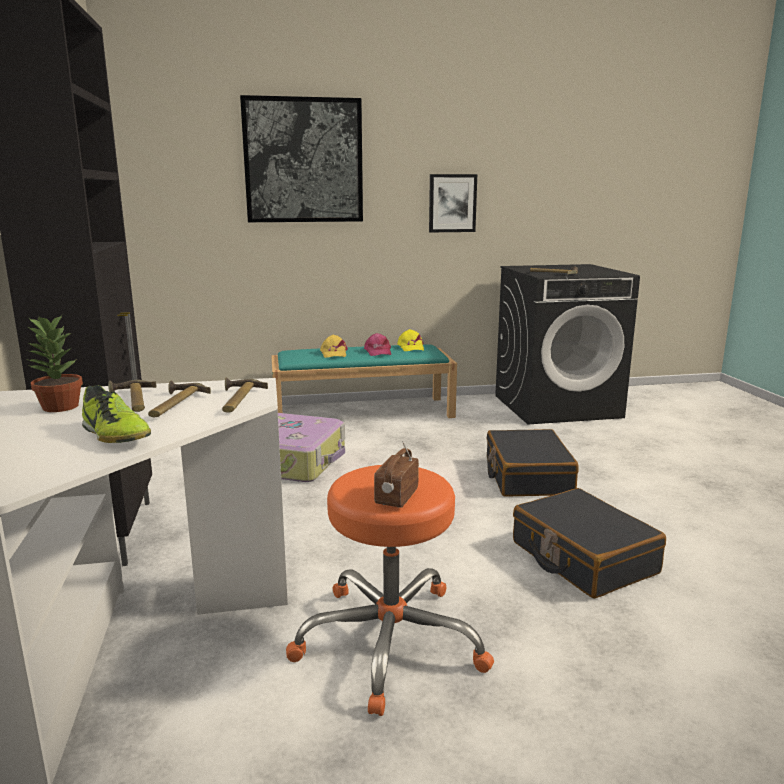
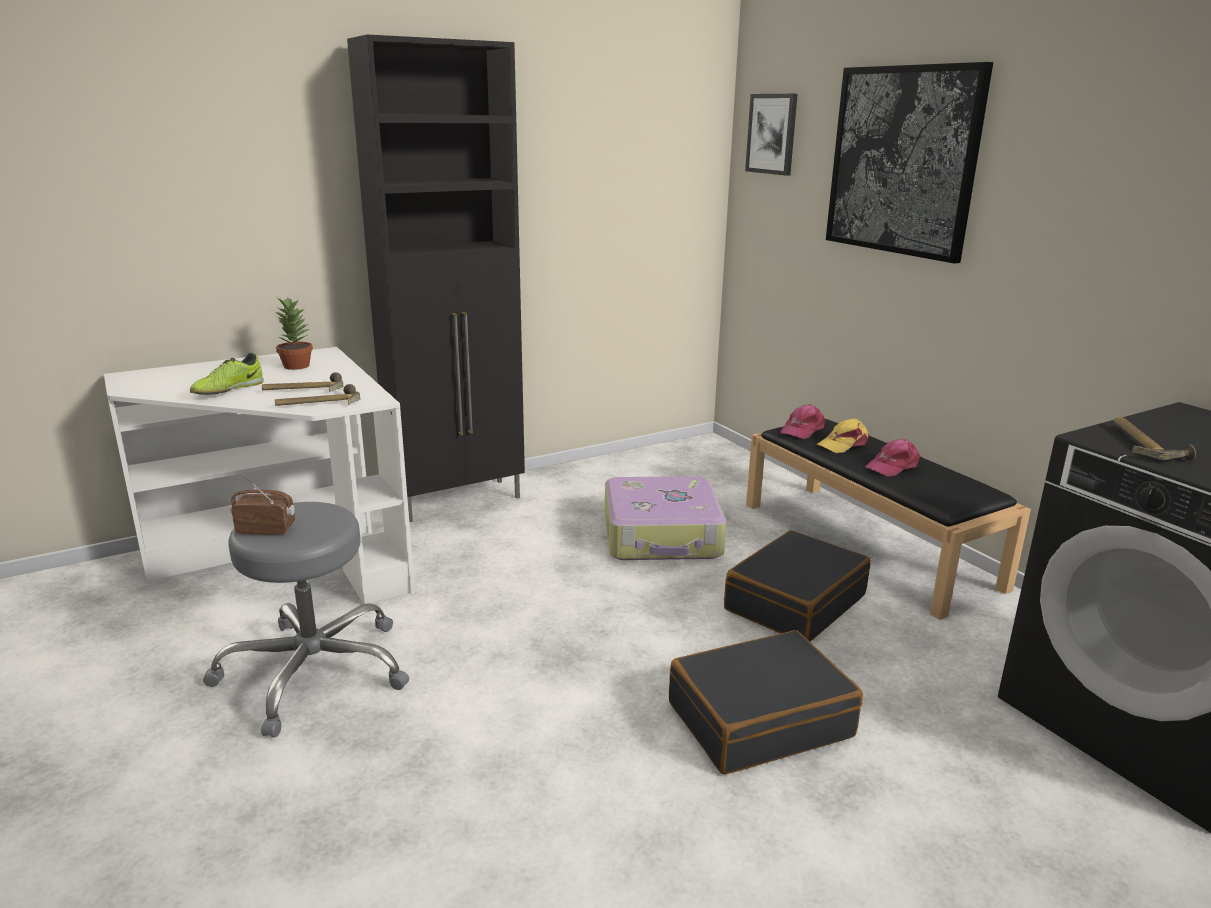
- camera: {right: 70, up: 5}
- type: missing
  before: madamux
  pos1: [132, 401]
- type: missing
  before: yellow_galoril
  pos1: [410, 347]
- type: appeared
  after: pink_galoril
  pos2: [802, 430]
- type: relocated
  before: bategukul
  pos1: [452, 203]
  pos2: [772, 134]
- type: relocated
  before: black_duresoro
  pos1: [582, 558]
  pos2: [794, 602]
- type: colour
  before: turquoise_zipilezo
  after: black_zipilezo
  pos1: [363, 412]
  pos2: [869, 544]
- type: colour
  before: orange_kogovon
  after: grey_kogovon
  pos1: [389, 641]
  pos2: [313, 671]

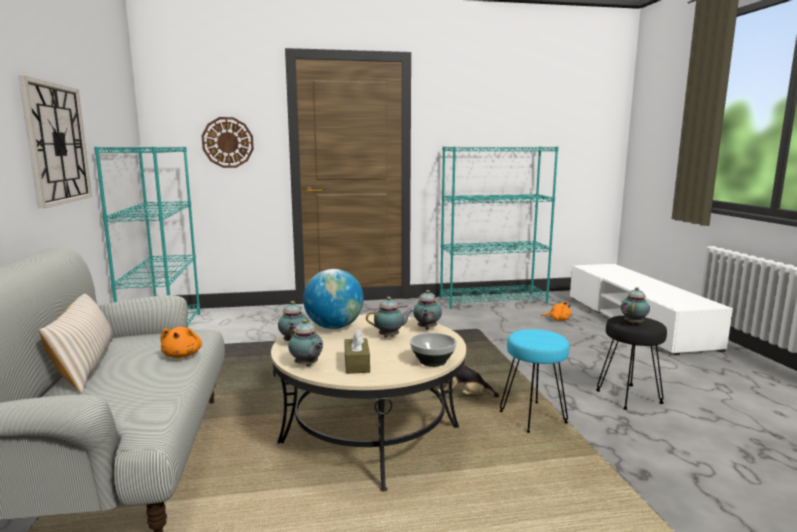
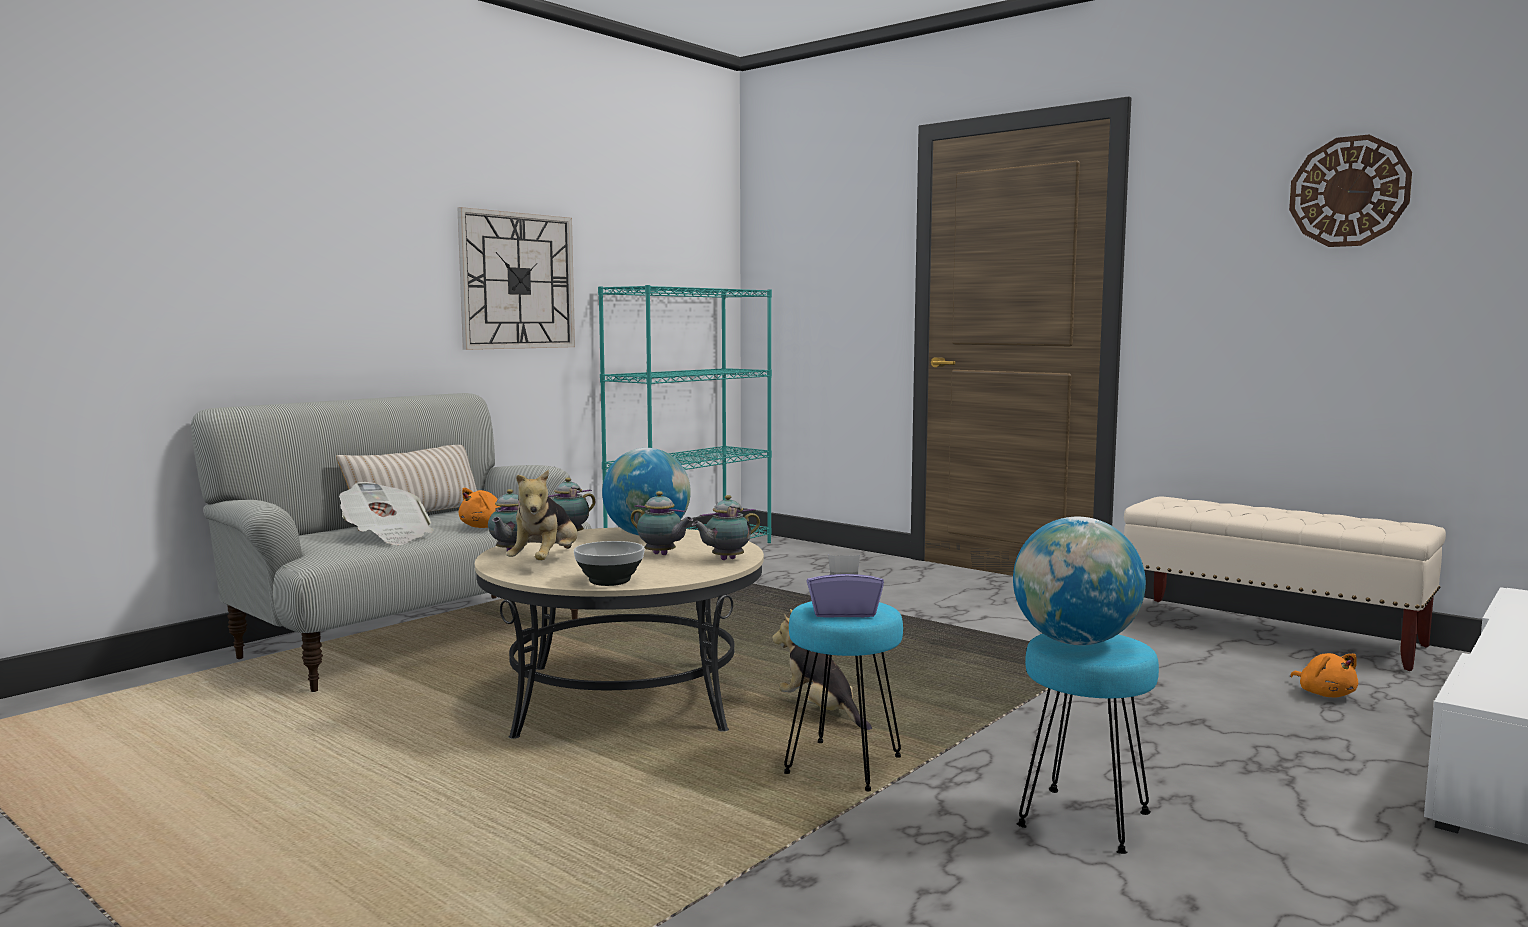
- camera: {right: 50, up: -5}
- type: appeared
  after: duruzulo
  pos2: [387, 537]
- type: appeared
  after: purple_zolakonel
  pos2: [843, 612]
- type: relocated
  before: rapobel
  pos1: [228, 142]
  pos2: [1349, 191]
- type: exchanged
  before: brown_zolakonel
  after: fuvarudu
  pos1: [357, 364]
  pos2: [546, 562]
- type: exchanged
  before: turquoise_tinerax
  after: beige_zipilezo
  pos1: [493, 300]
  pos2: [1270, 632]
- type: exchanged
  before: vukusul
  after: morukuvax
  pos1: [633, 323]
  pos2: [1075, 642]
- type: colour
  before: black_kogovon
  after: turquoise_kogovon
  pos1: [629, 397]
  pos2: [1083, 820]

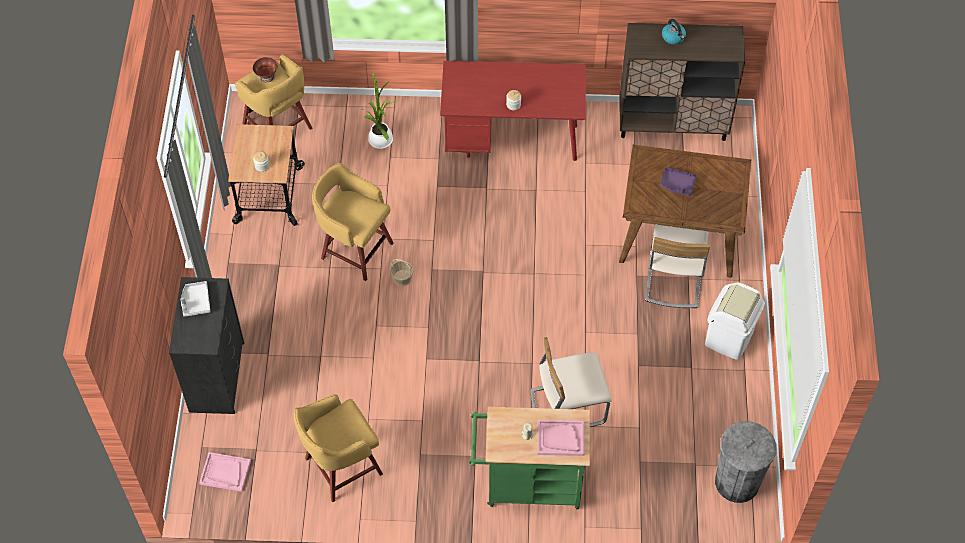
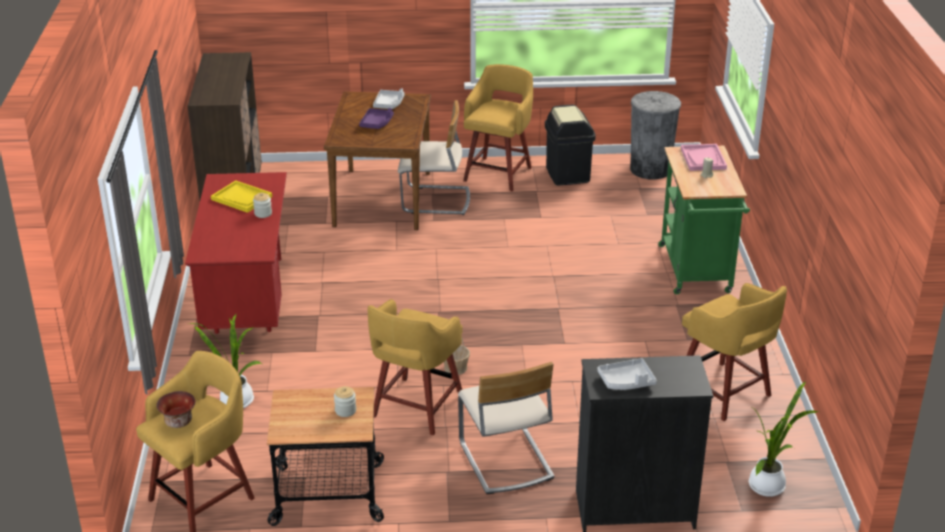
- camera: {right: -95, up: -25}
- type: missing
  before: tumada
  pos1: [673, 37]
- type: appeared
  after: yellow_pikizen
  pos2: [242, 198]
- type: appeared
  after: grey_pikizen
  pos2: [389, 104]
- type: appeared
  after: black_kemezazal
  pos2: [567, 174]
- type: relocated
  before: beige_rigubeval
  pos1: [567, 406]
  pos2: [505, 461]
- type: exchanged
  before: pink_pikizen
  after: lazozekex
  pos1: [225, 472]
  pos2: [769, 485]
- type: exchanged
  before: white_kemezazal
  after: yellow_kogovon
  pos1: [729, 338]
  pos2: [499, 173]

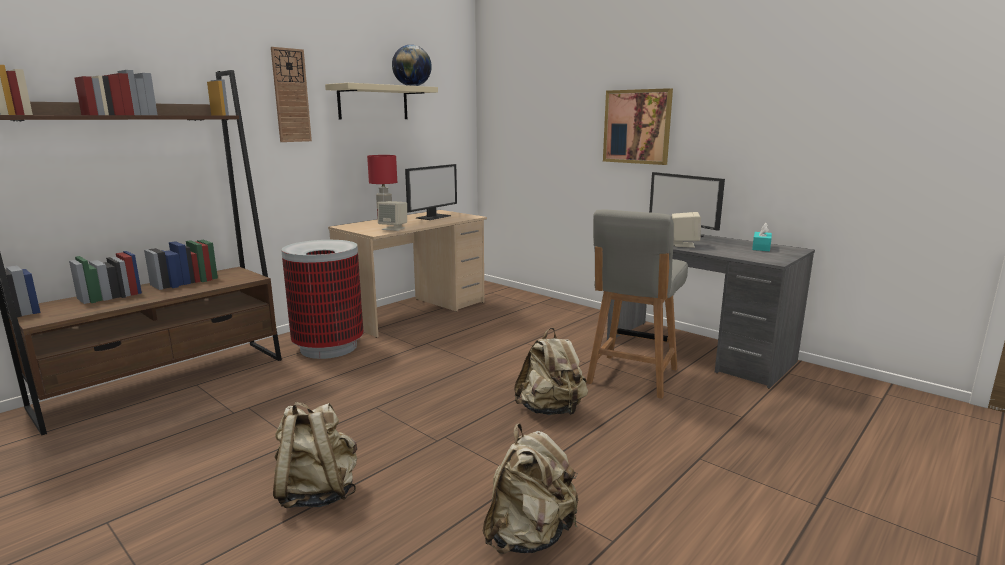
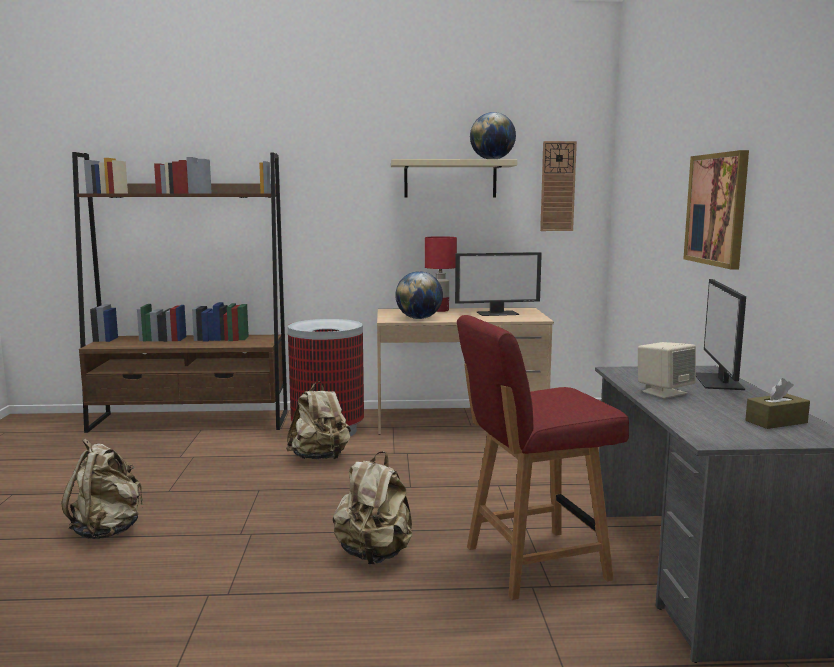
- camera: {right: 45, up: -5}
- type: relocated
  before: rapobel
  pos1: [291, 96]
  pos2: [557, 186]
- type: relocated
  before: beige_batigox
  pos1: [529, 536]
  pos2: [320, 458]
- type: exchanged
  before: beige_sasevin
  after: morukuvax
  pos1: [393, 228]
  pos2: [419, 318]
- type: colour
  before: grey_rigubeval
  after: red_rigubeval
  pos1: [631, 377]
  pos2: [533, 563]
- type: colour
  before: turquoise_zolakonel
  after: brown_zolakonel
  pos1: [761, 247]
  pos2: [776, 422]

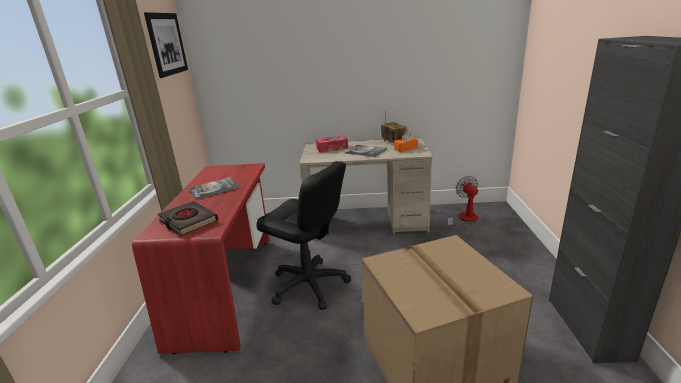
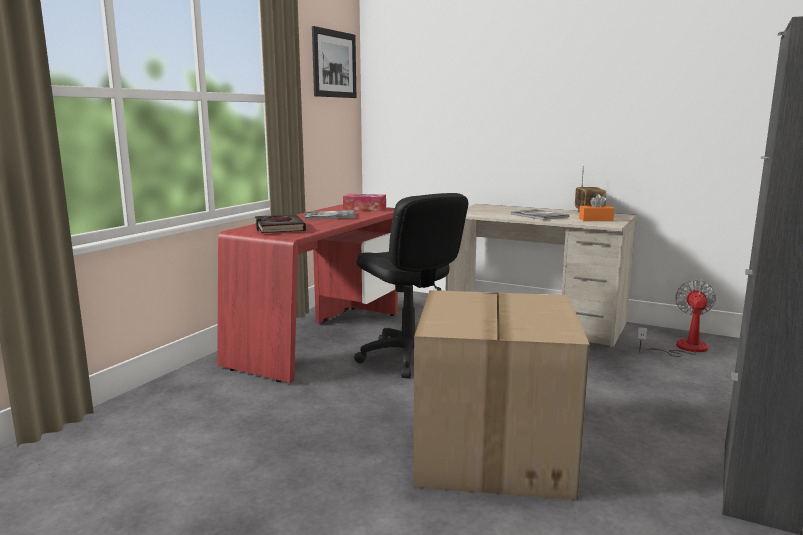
- camera: {right: 25, up: -10}
- type: relocated
  before: zolakonel
  pos1: [332, 148]
  pos2: [364, 208]

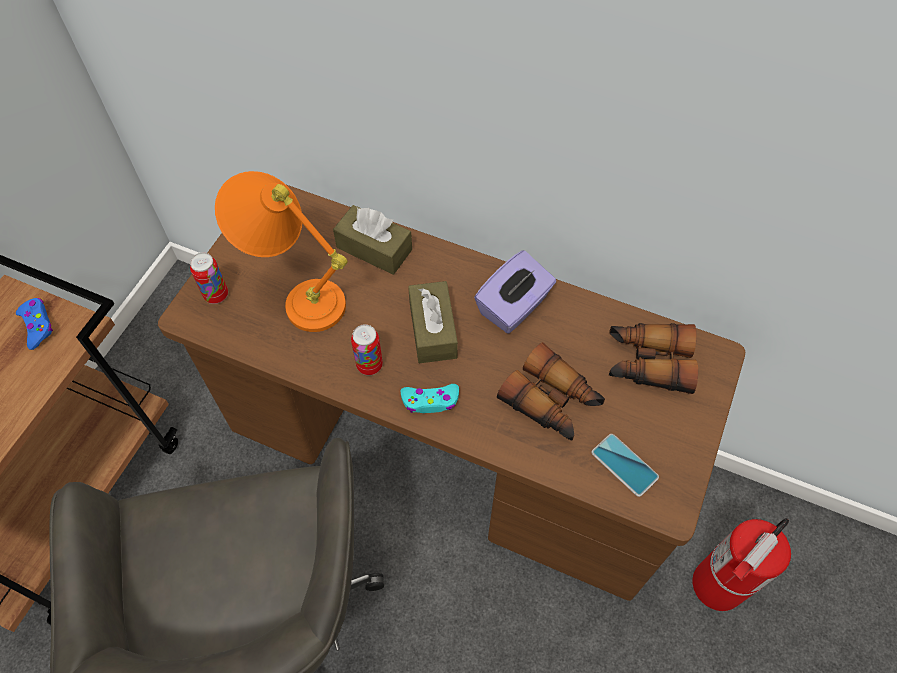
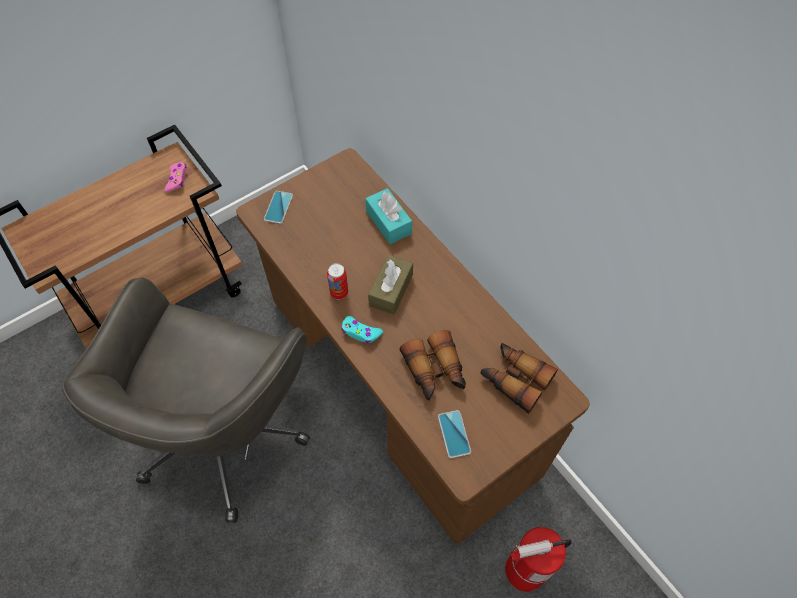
- camera: {right: 30, up: 0}
- type: missing
  before: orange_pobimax
  pos1: [297, 296]
- type: missing
  before: purple_zolakonel
  pos1: [514, 307]
- type: exchanged
  before: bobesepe
  after: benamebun
  pos1: [216, 295]
  pos2: [278, 207]
- type: colour
  before: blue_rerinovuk
  after: pink_rerinovuk
  pos1: [37, 325]
  pos2: [177, 179]
- type: colour
  before: brown_zolakonel
  after: turquoise_zolakonel
  pos1: [374, 248]
  pos2: [388, 222]

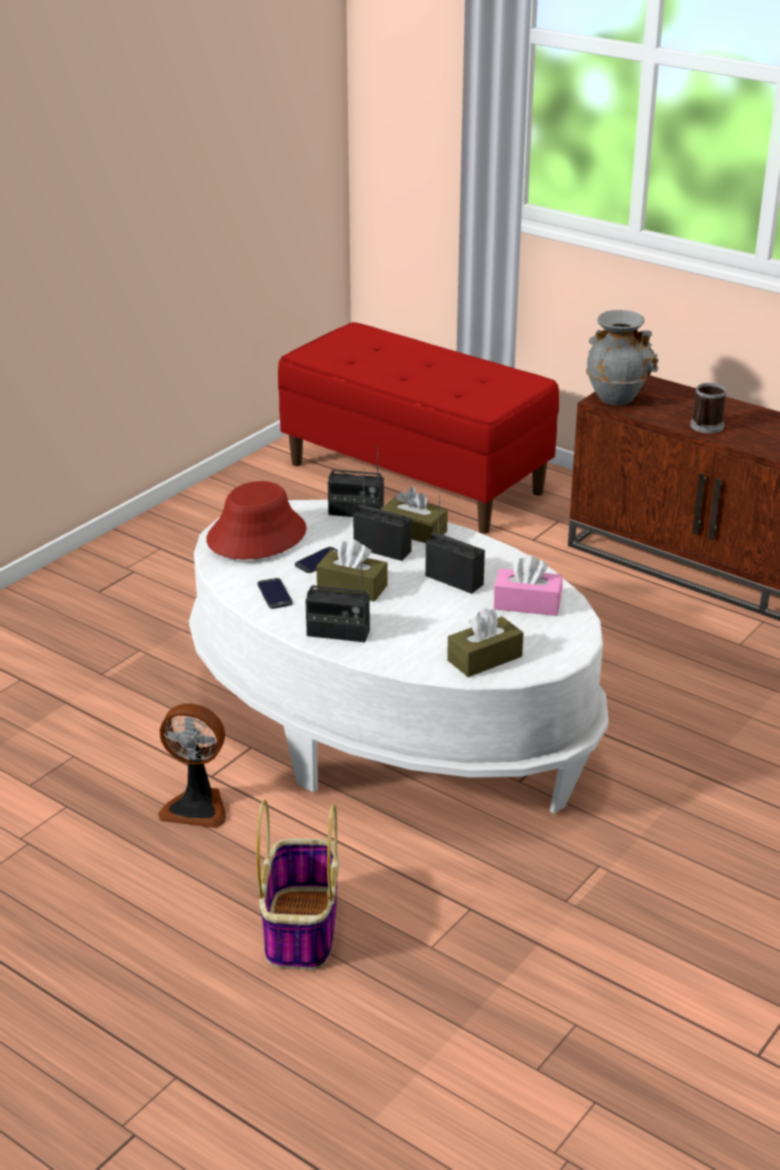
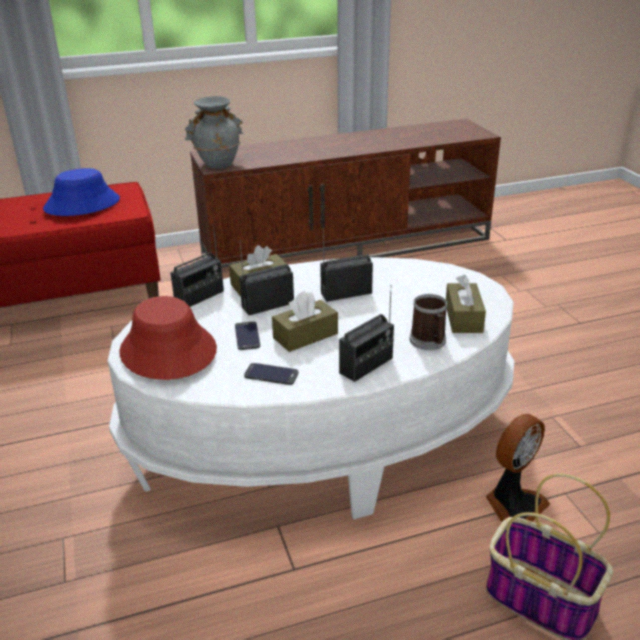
- camera: {right: -55, up: 0}
- type: missing
  before: pink_zolakonel
  pos1: [527, 604]
- type: appeared
  after: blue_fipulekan
  pos2: [82, 204]
- type: relocated
  before: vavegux
  pos1: [197, 807]
  pos2: [513, 504]
- type: relocated
  before: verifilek
  pos1: [705, 427]
  pos2: [429, 342]

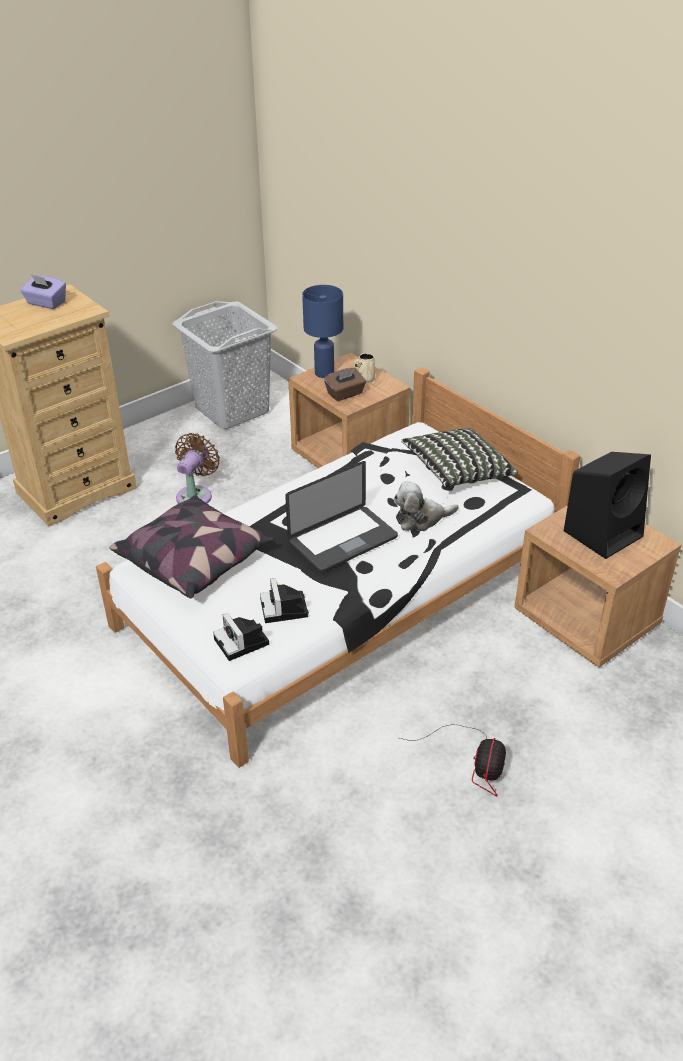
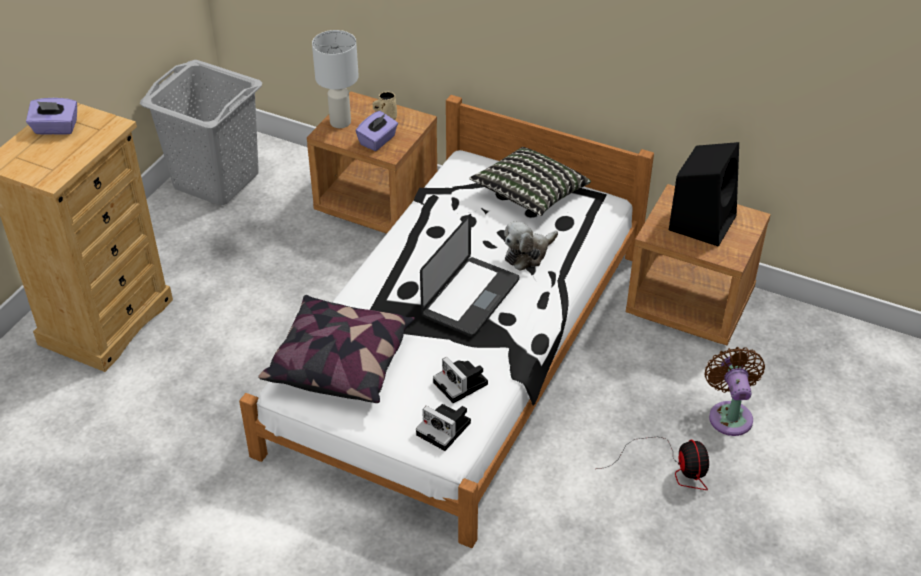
- camera: {right: -25, up: 5}
- type: relocated
  before: brown_vavegux
  pos1: [196, 495]
  pos2: [730, 414]
- type: colour
  before: blue_pobimax
  after: white_pobimax
  pos1: [325, 373]
  pos2: [341, 122]
- type: colour
  before: brown_zolakonel
  after: purple_zolakonel
  pos1: [345, 394]
  pos2: [378, 141]

